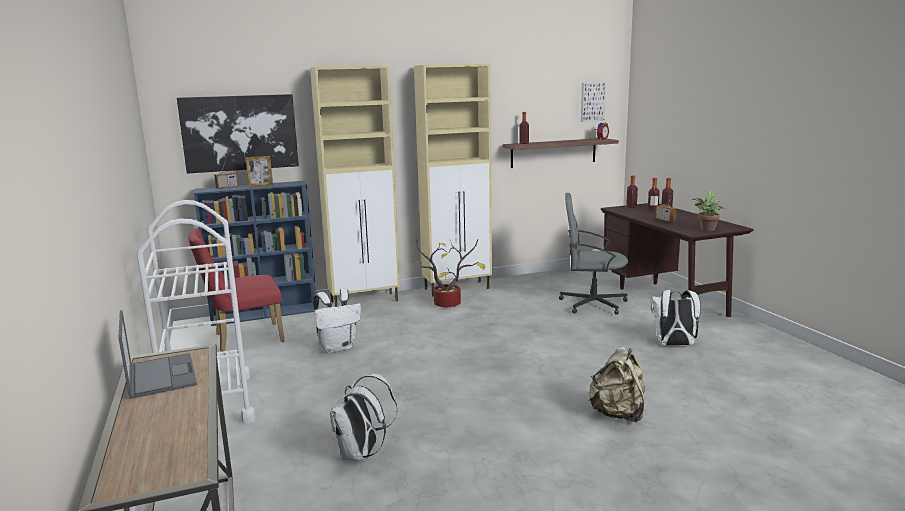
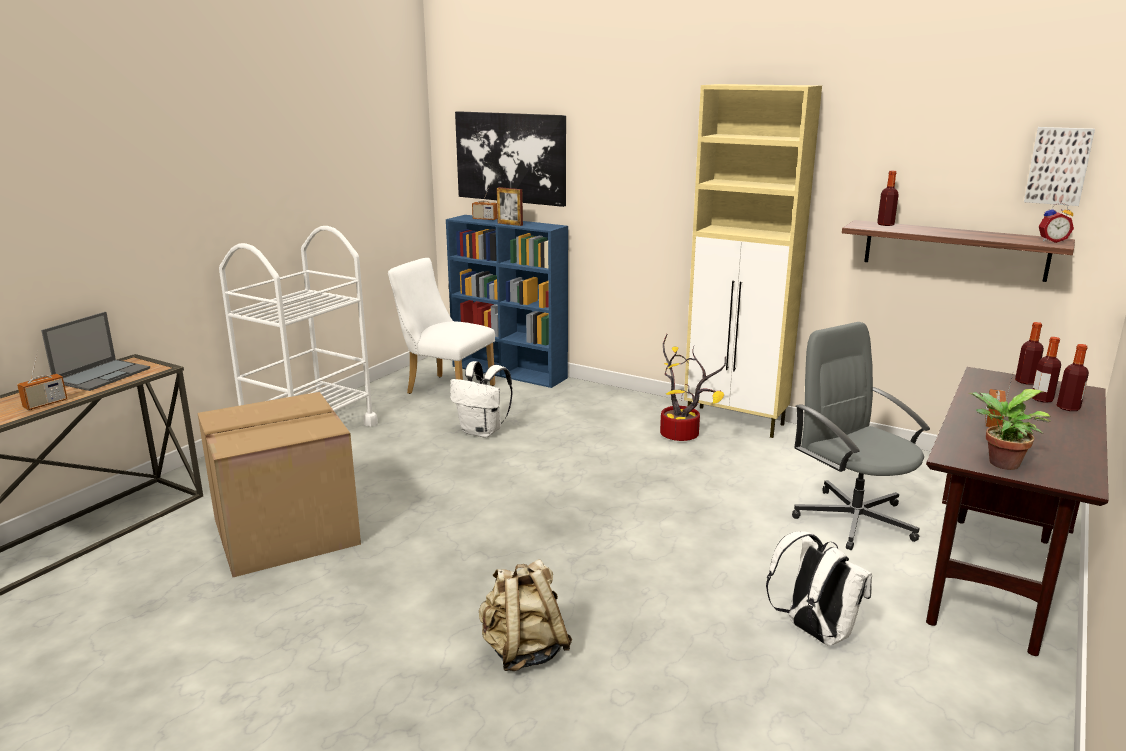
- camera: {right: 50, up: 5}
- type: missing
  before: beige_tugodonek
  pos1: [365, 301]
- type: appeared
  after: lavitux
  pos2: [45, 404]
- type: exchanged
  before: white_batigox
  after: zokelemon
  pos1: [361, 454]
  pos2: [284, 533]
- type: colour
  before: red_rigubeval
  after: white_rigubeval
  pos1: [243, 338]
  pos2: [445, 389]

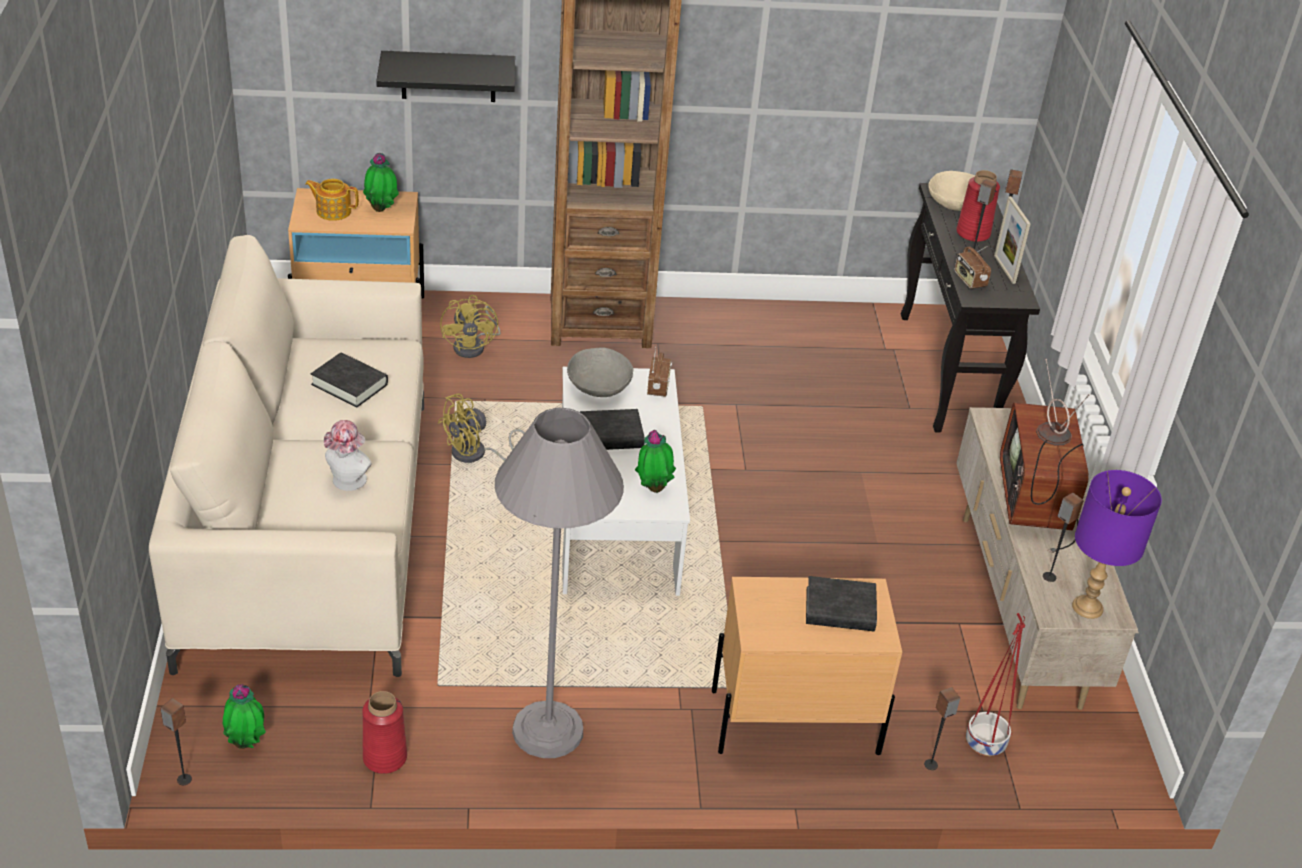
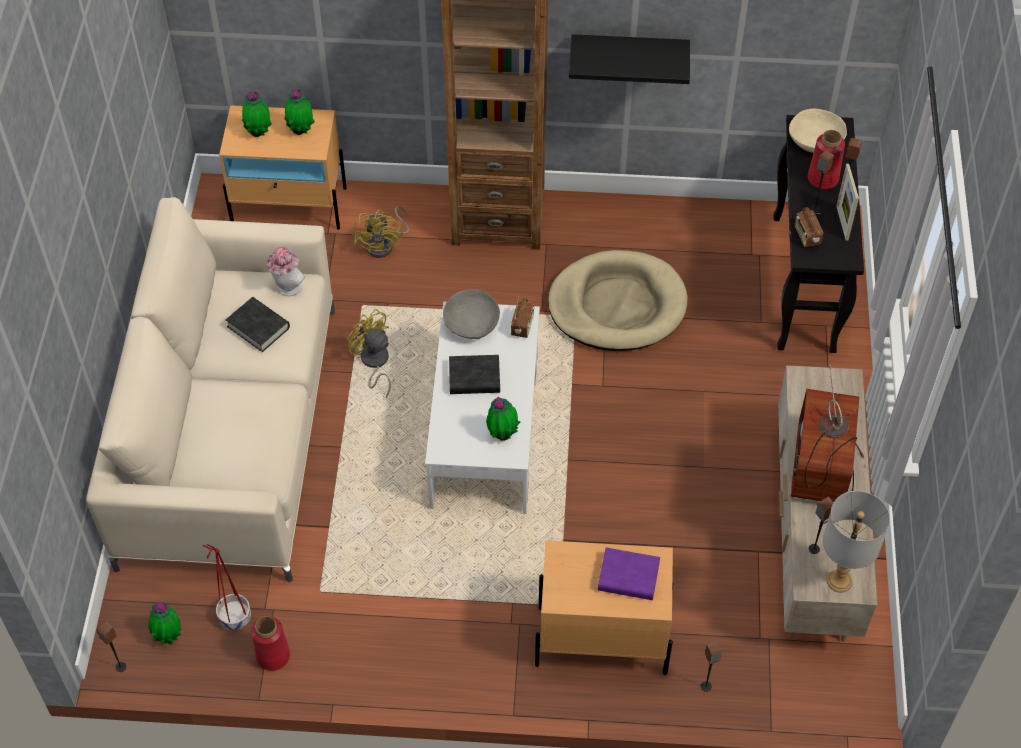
- camera: {right: 10, up: 15}
- type: missing
  before: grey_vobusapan
  pos1: [547, 730]
- type: appeared
  after: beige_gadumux
  pos2: [617, 305]
- type: relocated
  before: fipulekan
  pos1: [347, 482]
  pos2: [287, 288]
- type: relocated
  before: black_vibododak
  pos1: [448, 76]
  pos2: [629, 53]
- type: relocated
  before: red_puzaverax
  pos1: [985, 743]
  pos2: [234, 617]
- type: exchanged
  before: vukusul
  after: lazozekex
  pos1: [333, 211]
  pos2: [259, 133]
- type: colour
  before: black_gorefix
  after: purple_gorefix
  pos1: [840, 610]
  pos2: [628, 577]
- type: colour
  before: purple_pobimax
  after: grey_pobimax
  pos1: [1088, 607]
  pos2: [839, 581]
- type: spun
  before: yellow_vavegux
  pos1: [476, 455]
  pos2: [374, 363]
  turn: 75

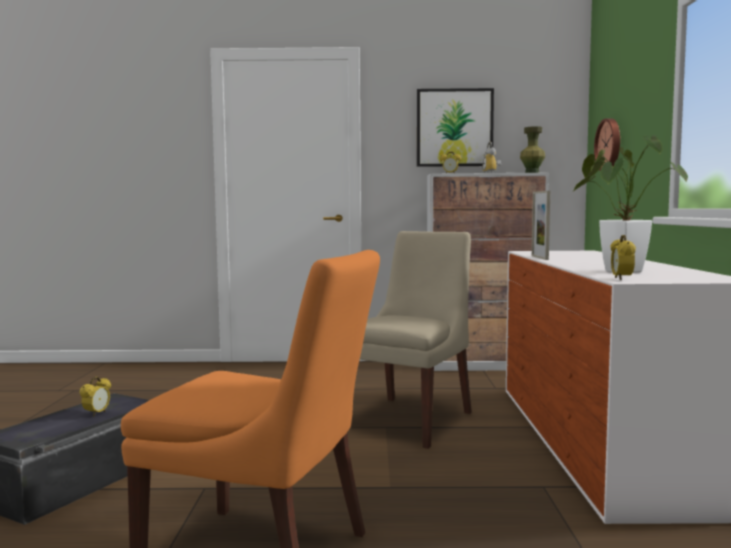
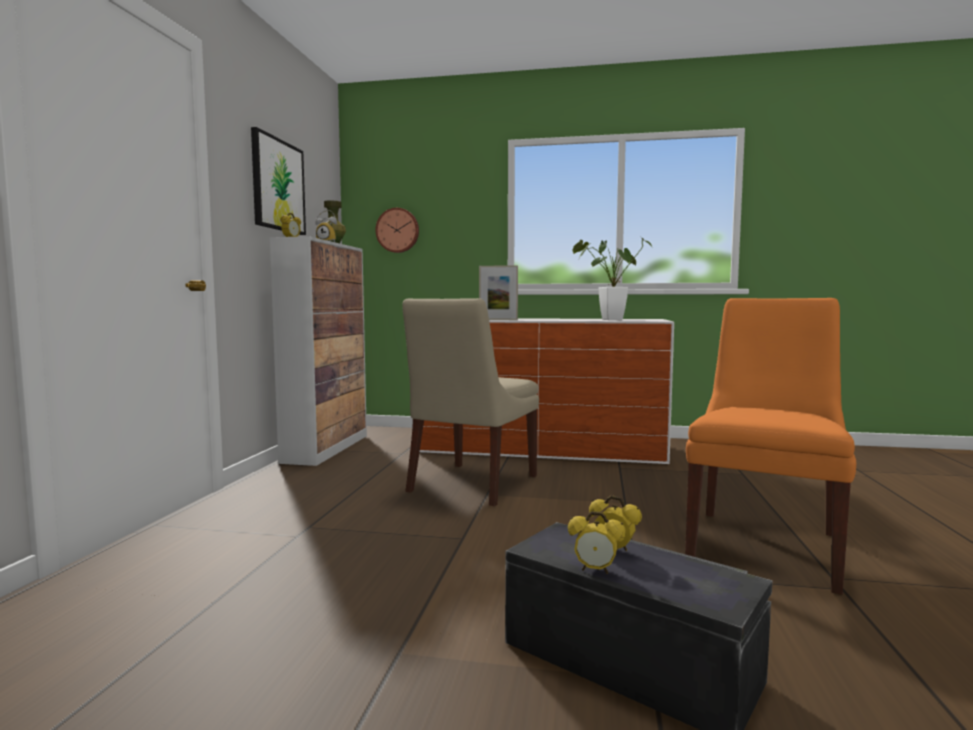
- camera: {right: -80, up: 0}
- type: relocated
  before: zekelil
  pos1: [621, 279]
  pos2: [595, 570]
- type: spun
  before: beige_rigubeval
  pos1: [409, 420]
  pos2: [471, 485]
  turn: -105

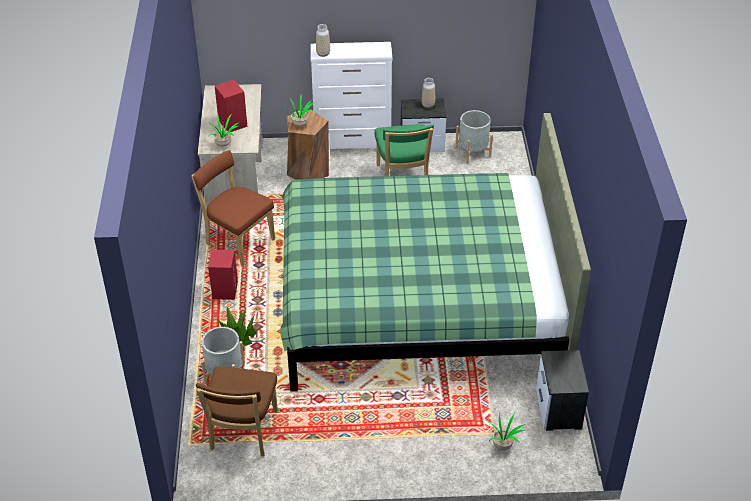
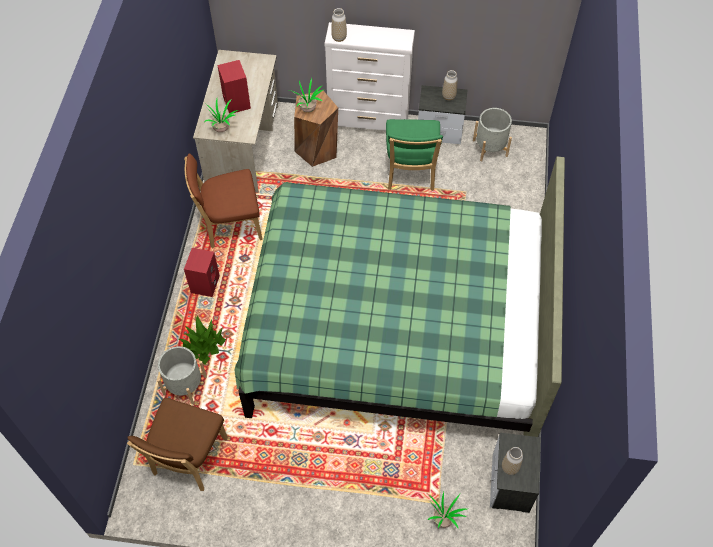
- camera: {right: 10, up: 15}
- type: appeared
  after: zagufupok
  pos2: [510, 467]
- type: spun
  before: brown_rigubeval
  pos1: [237, 240]
  pos2: [229, 225]
  turn: -60

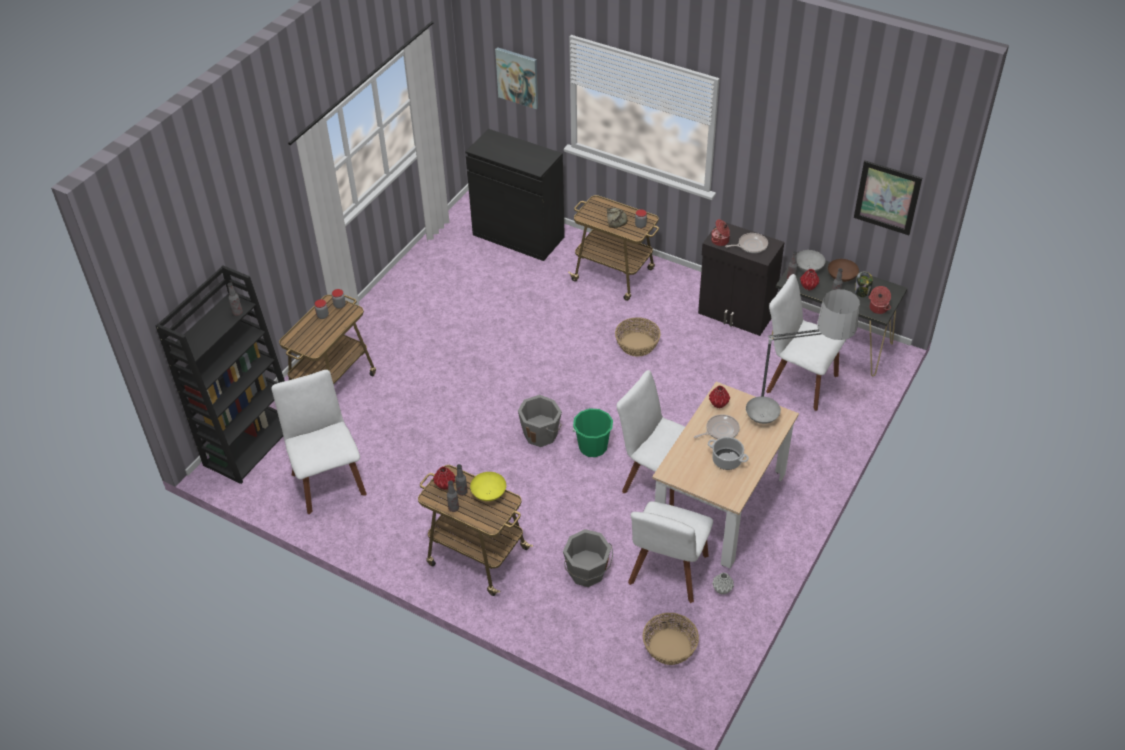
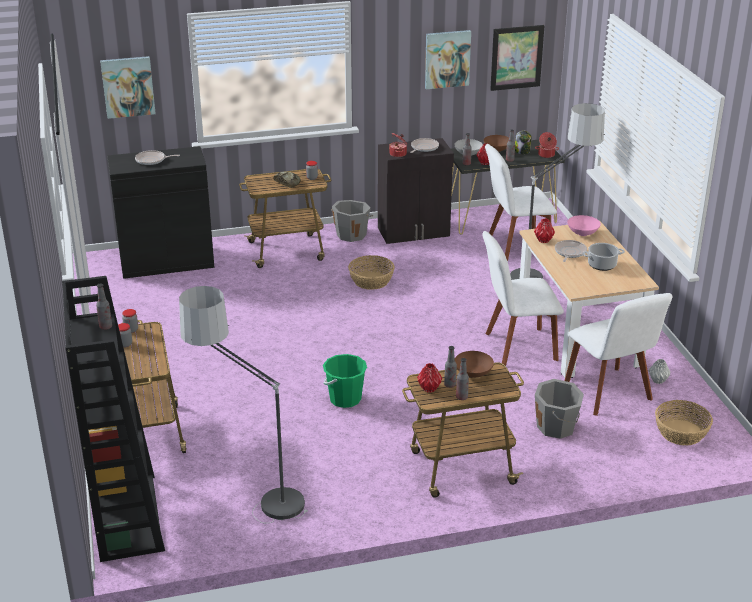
- camera: {right: -45, up: -15}
- type: appeared
  after: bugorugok
  pos2: [152, 160]
- type: appeared
  after: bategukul
  pos2: [447, 59]
- type: relocated
  before: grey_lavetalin
  pos1: [541, 434]
  pos2: [351, 234]
- type: relocated
  before: green_lavetalin
  pos1: [593, 447]
  pos2: [345, 399]
- type: exchanged
  before: white_rigubeval
  after: vobusapan
  pos1: [328, 481]
  pos2: [250, 498]
- type: colour
  before: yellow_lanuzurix
  after: brown_lanuzurix
  pos1: [488, 494]
  pos2: [473, 374]
- type: colour
  before: grey_lanuzurix
  after: pink_lanuzurix
  pos1: [761, 417]
  pos2: [582, 234]

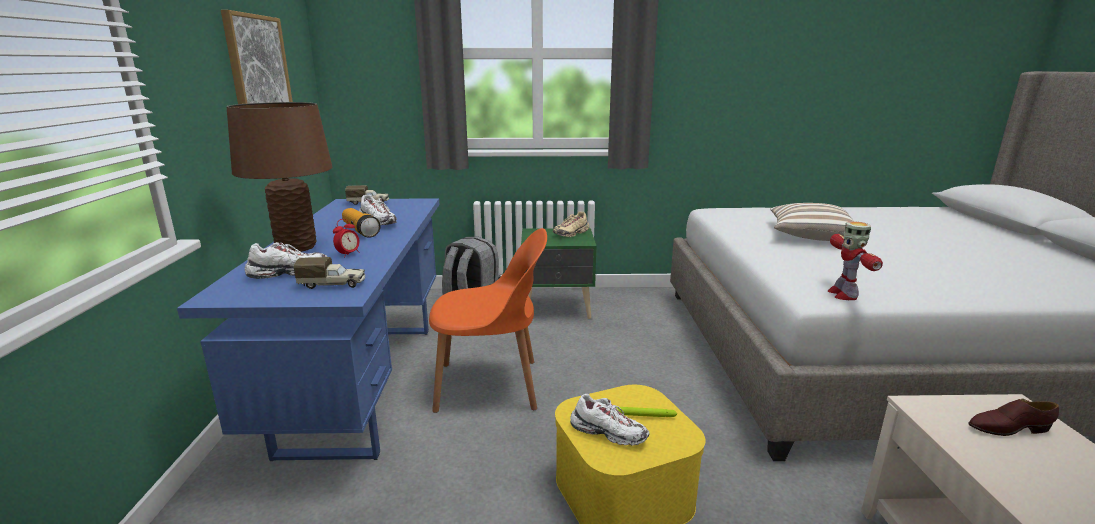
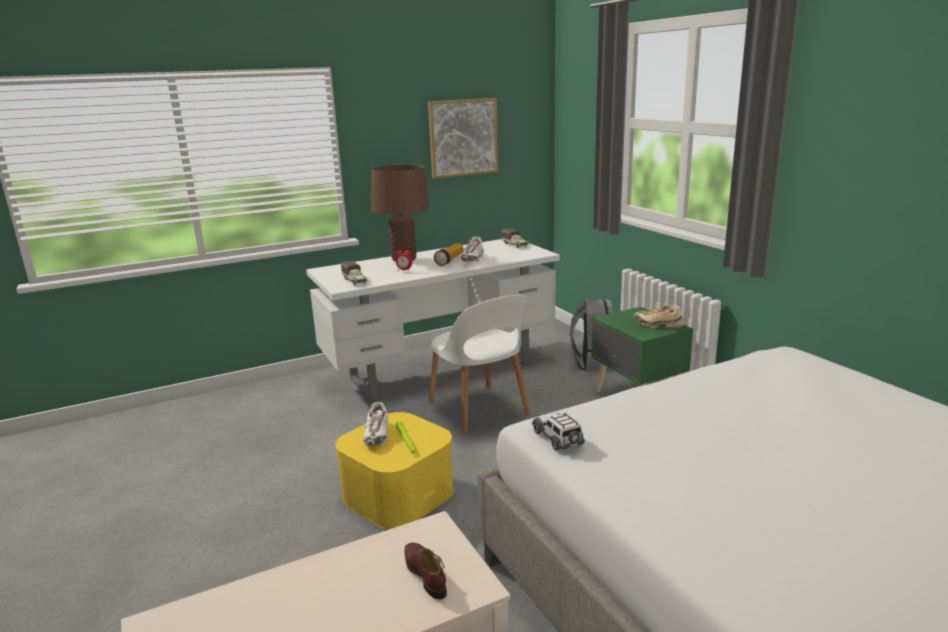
- camera: {right: 65, up: 0}
- type: missing
  before: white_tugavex
  pos1: [288, 273]
- type: missing
  before: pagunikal
  pos1: [810, 236]
- type: exchanged
  before: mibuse
  after: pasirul
  pos1: [843, 294]
  pos2: [558, 439]
- type: colour
  before: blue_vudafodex
  after: white_vudafodex
  pos1: [363, 383]
  pos2: [441, 370]
- type: colour
  before: orange_rigubeval
  after: white_rigubeval
  pos1: [491, 385]
  pos2: [479, 410]

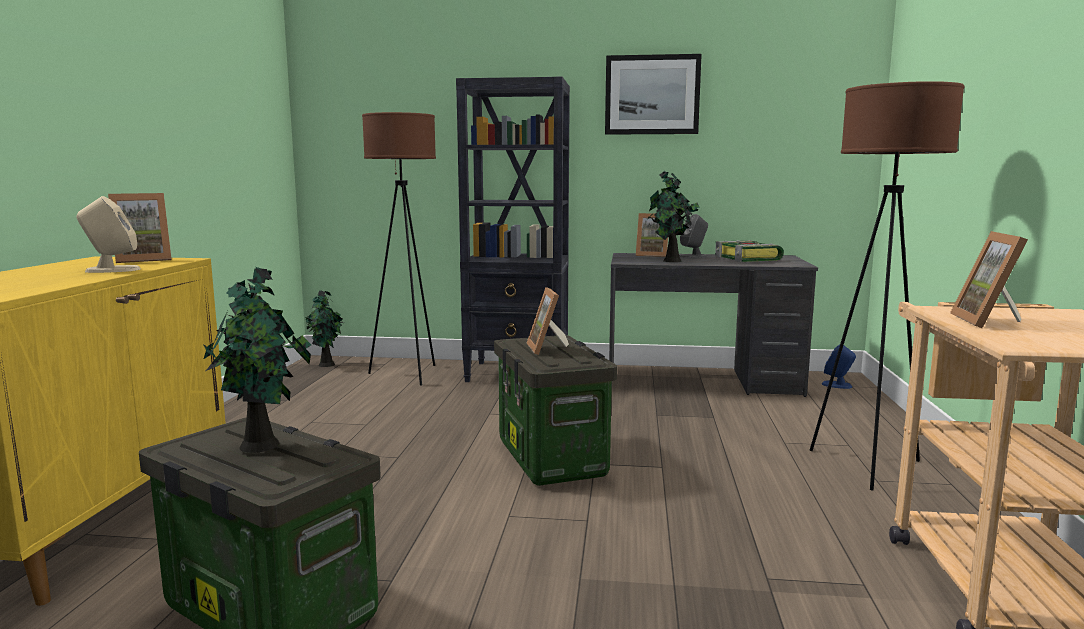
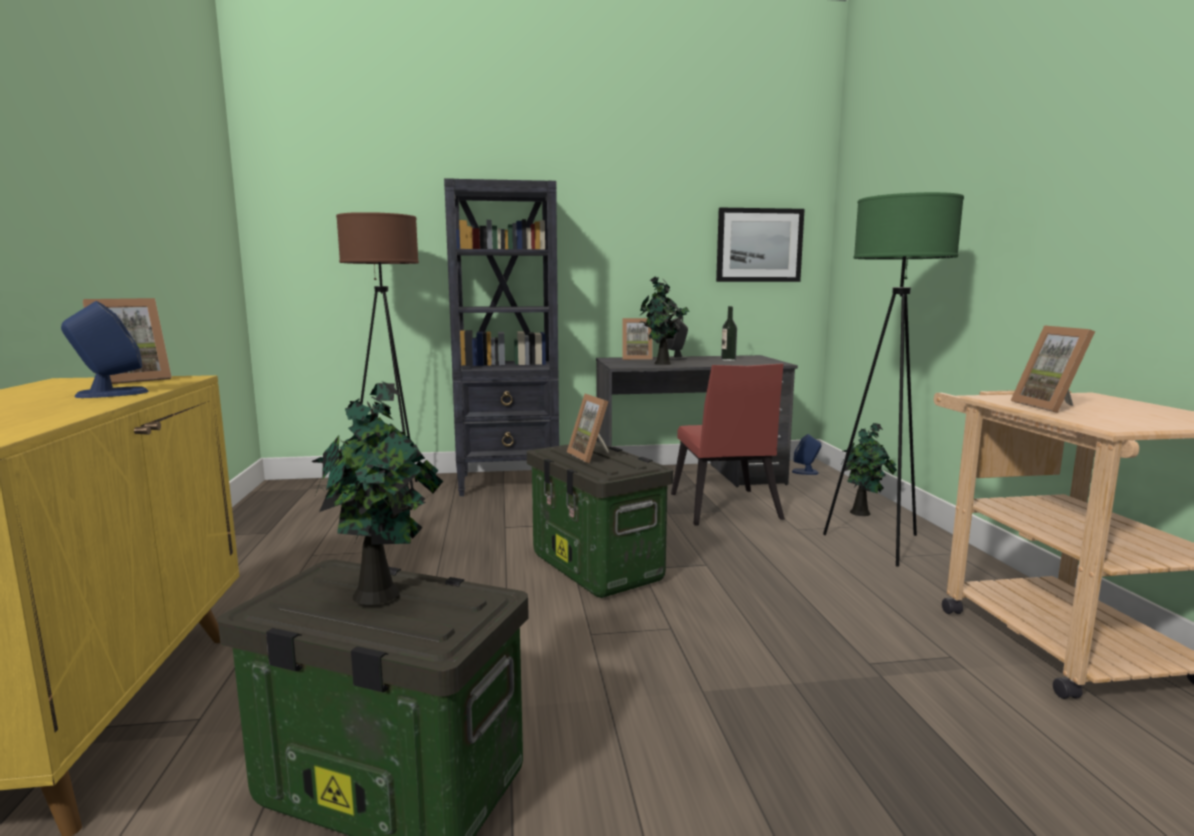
- camera: {right: -15, up: 0}
- type: appeared
  after: red_rigubeval
  pos2: [724, 509]
- type: relocated
  before: lazozekex
  pos1: [327, 365]
  pos2: [862, 513]
- type: relocated
  before: bategukul
  pos1: [652, 95]
  pos2: [759, 245]
- type: exchanged
  before: gorefix
  after: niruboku
  pos1: [748, 259]
  pos2: [728, 360]
- type: colour
  before: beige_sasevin
  after: blue_sasevin
  pos1: [112, 270]
  pos2: [111, 393]
- type: colour
  before: brown_vobusapan
  after: green_vobusapan
  pos1: [867, 466]
  pos2: [879, 544]

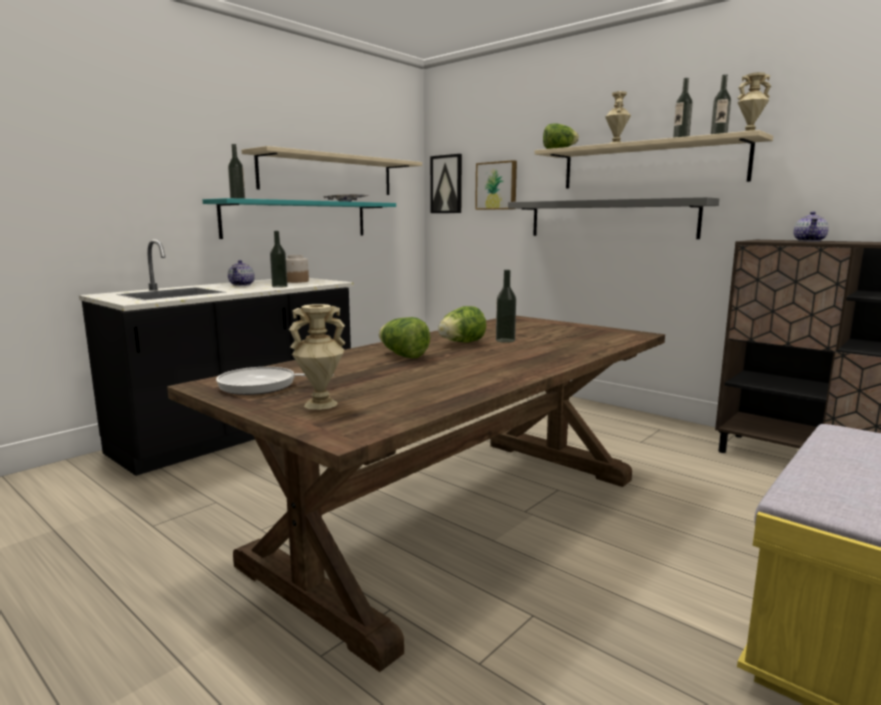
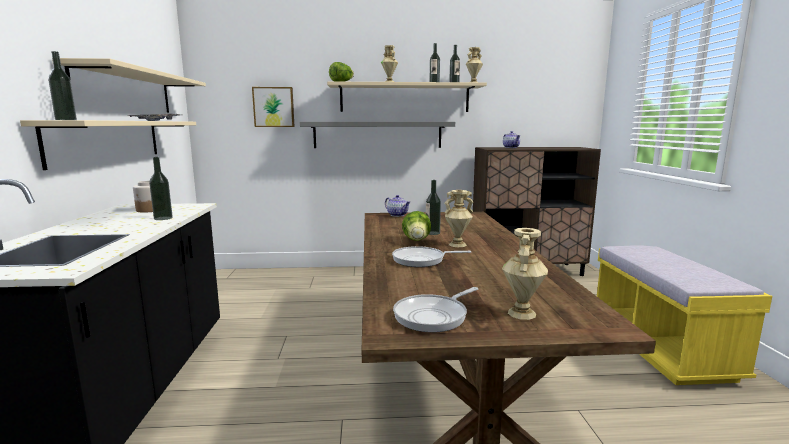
- camera: {right: -45, up: 0}
- type: missing
  before: bategukul
  pos1: [446, 184]
- type: appeared
  after: beige_zagufupok
  pos2: [457, 245]
- type: relocated
  before: vukusul
  pos1: [242, 284]
  pos2: [397, 215]
- type: exchanged
  before: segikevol
  after: bugorugok
  pos1: [403, 355]
  pos2: [422, 260]
- type: colour
  before: turquoise_vibododak
  after: beige_vibododak
  pos1: [297, 219]
  pos2: [108, 140]

